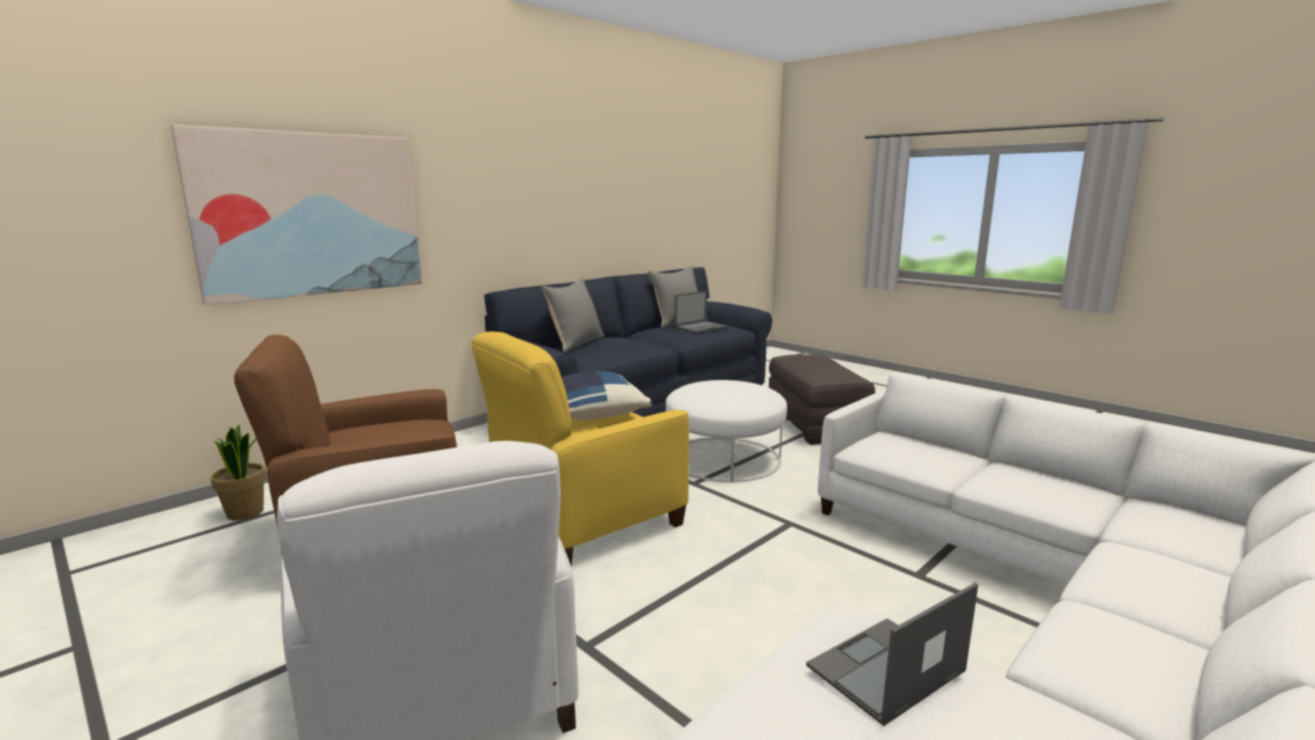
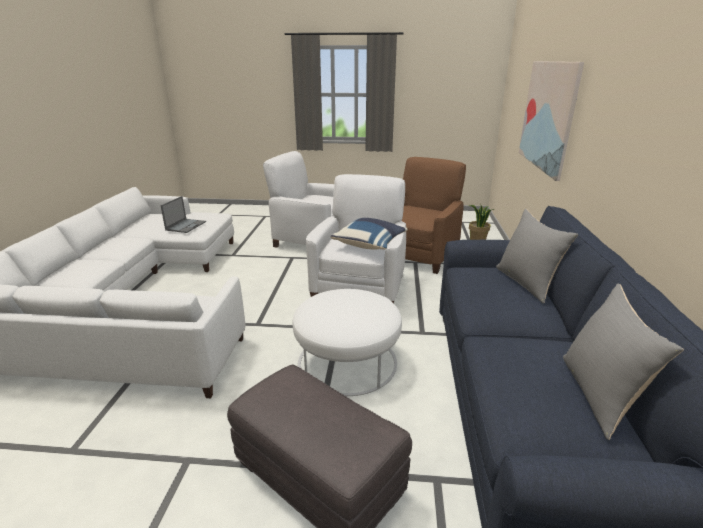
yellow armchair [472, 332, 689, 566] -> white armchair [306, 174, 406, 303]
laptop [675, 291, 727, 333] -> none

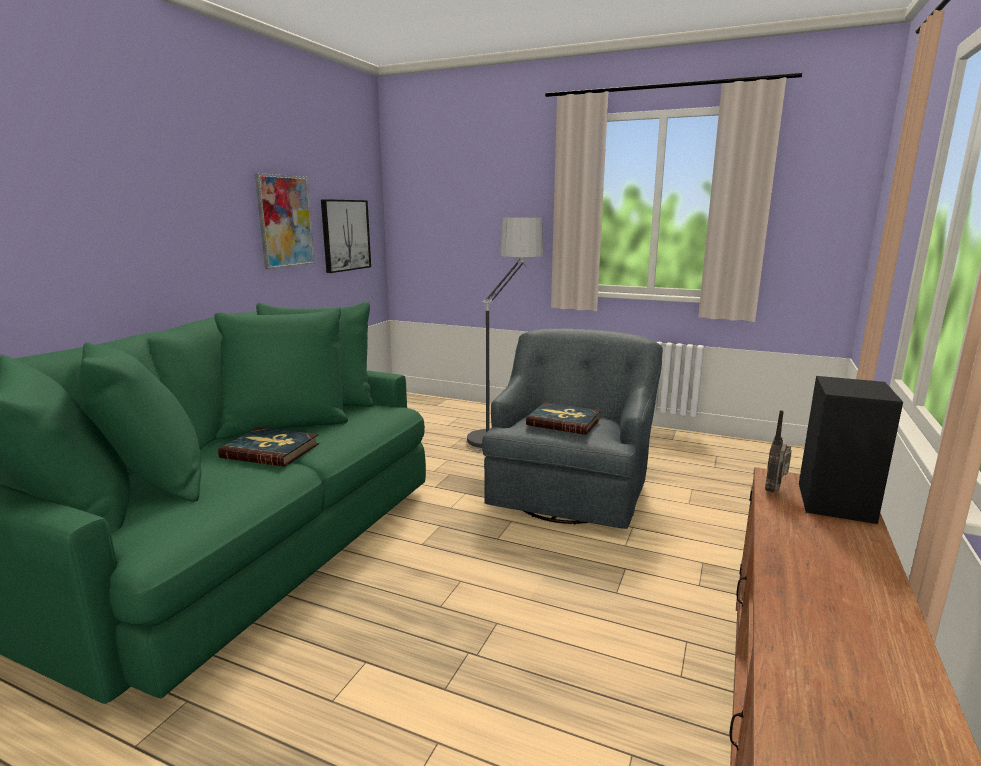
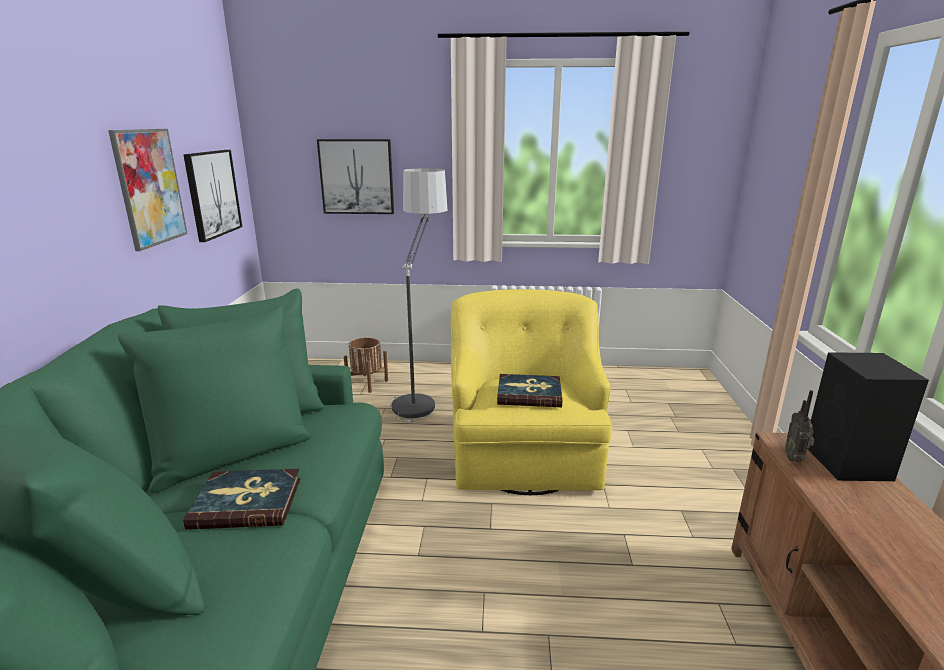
grey armchair [482, 329, 663, 529] -> yellow armchair [451, 289, 612, 495]
none -> picture [317, 139, 394, 214]
none -> brown planter [344, 337, 388, 393]

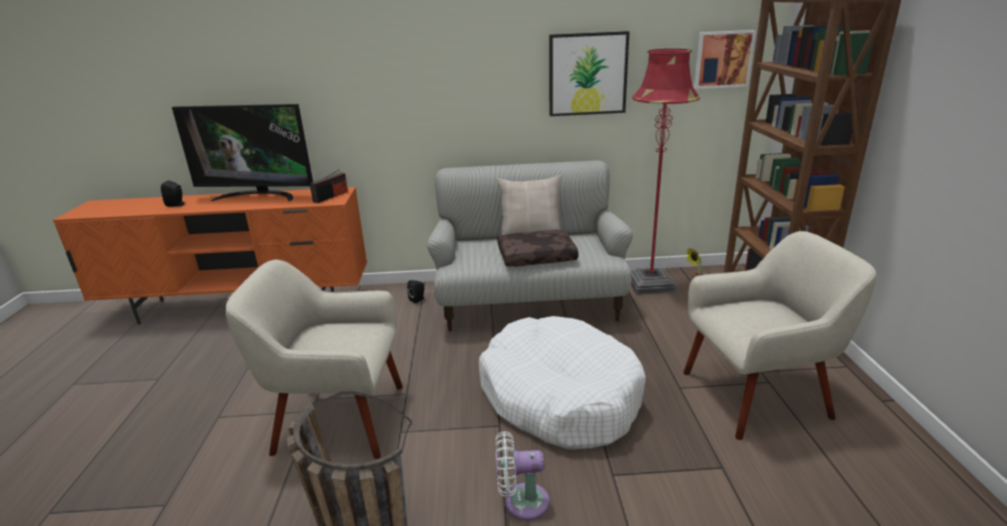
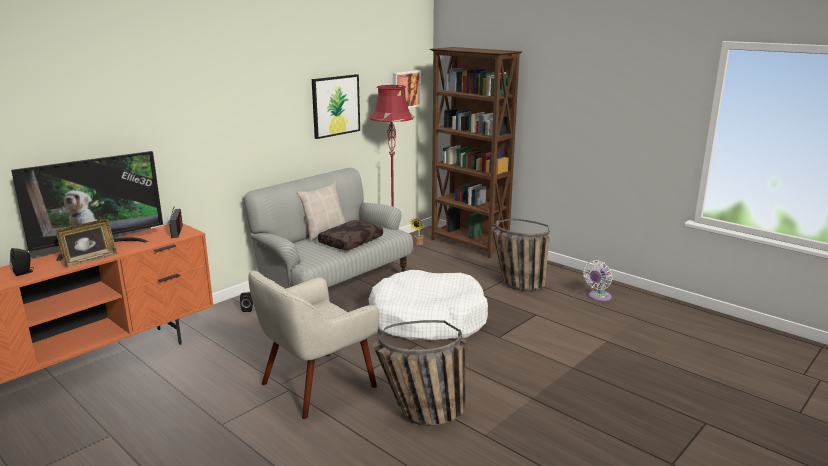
white fan [495, 431, 550, 520] -> white fan [583, 260, 613, 302], shifted
beige armchair [683, 231, 876, 440] -> basket [491, 219, 550, 291]
none -> picture frame [56, 219, 118, 267]

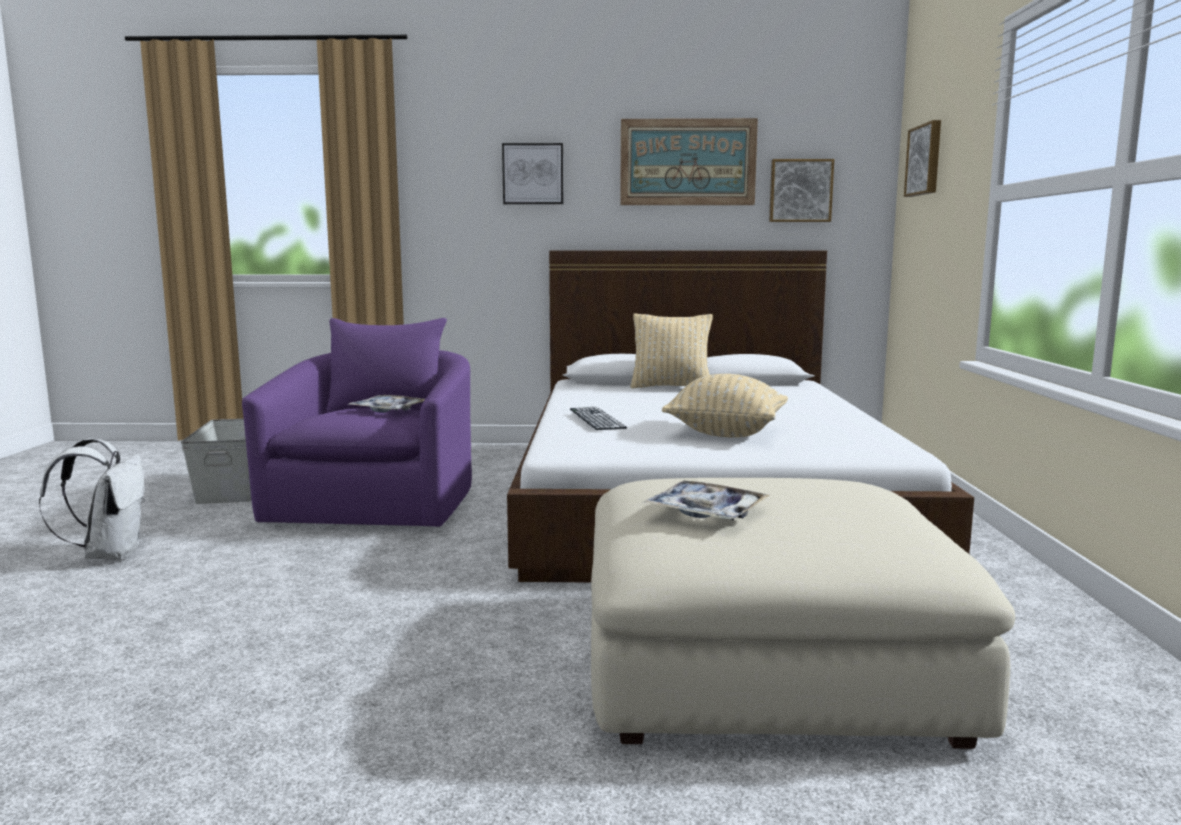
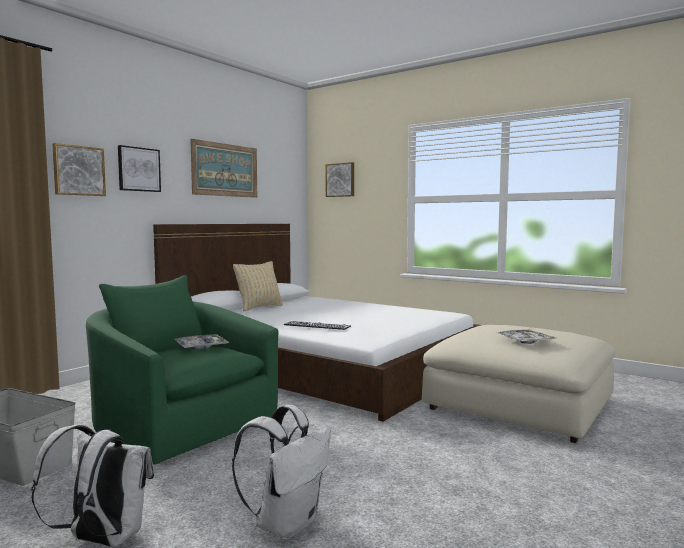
purple armchair [242, 318, 472, 527] -> green armchair [86, 275, 278, 464]
beige pillow [662, 374, 788, 438] -> none
picture [769, 159, 834, 222] -> picture [52, 143, 106, 196], shifted
none -> white backpack [232, 405, 331, 540]

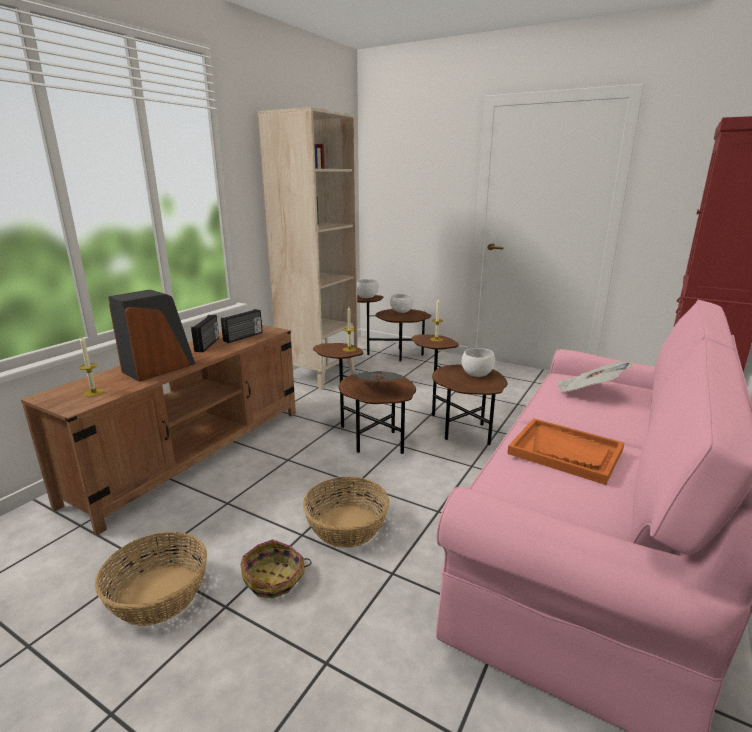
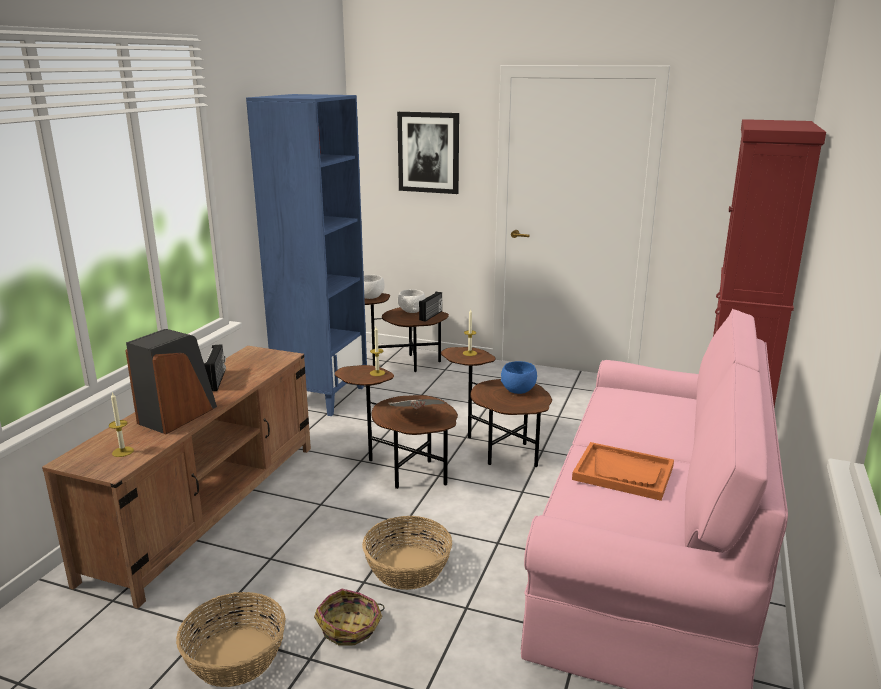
radio [221, 309, 263, 343] -> radio [419, 292, 443, 322], shifted
beige bookcase [258, 107, 358, 390] -> blue bookcase [246, 94, 367, 416]
white bowl [462, 348, 495, 377] -> blue bowl [501, 361, 537, 394]
newspaper [557, 361, 632, 393] -> none
none -> picture [397, 112, 459, 194]

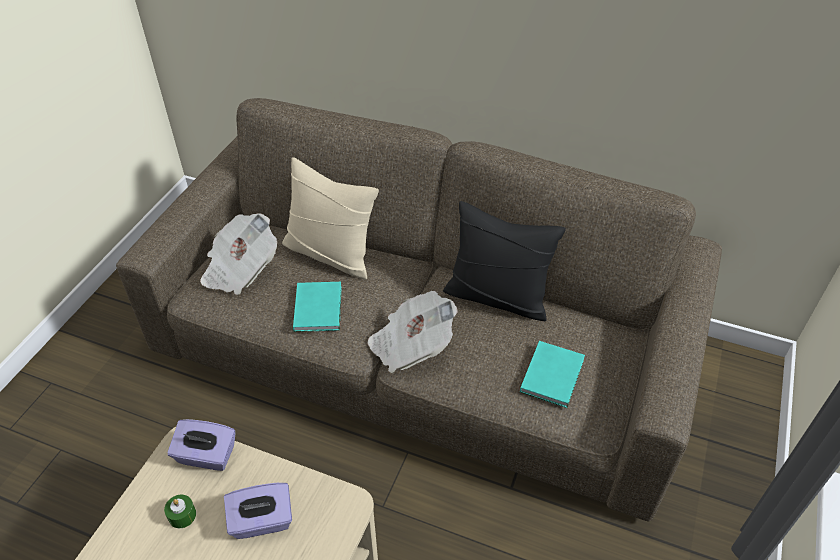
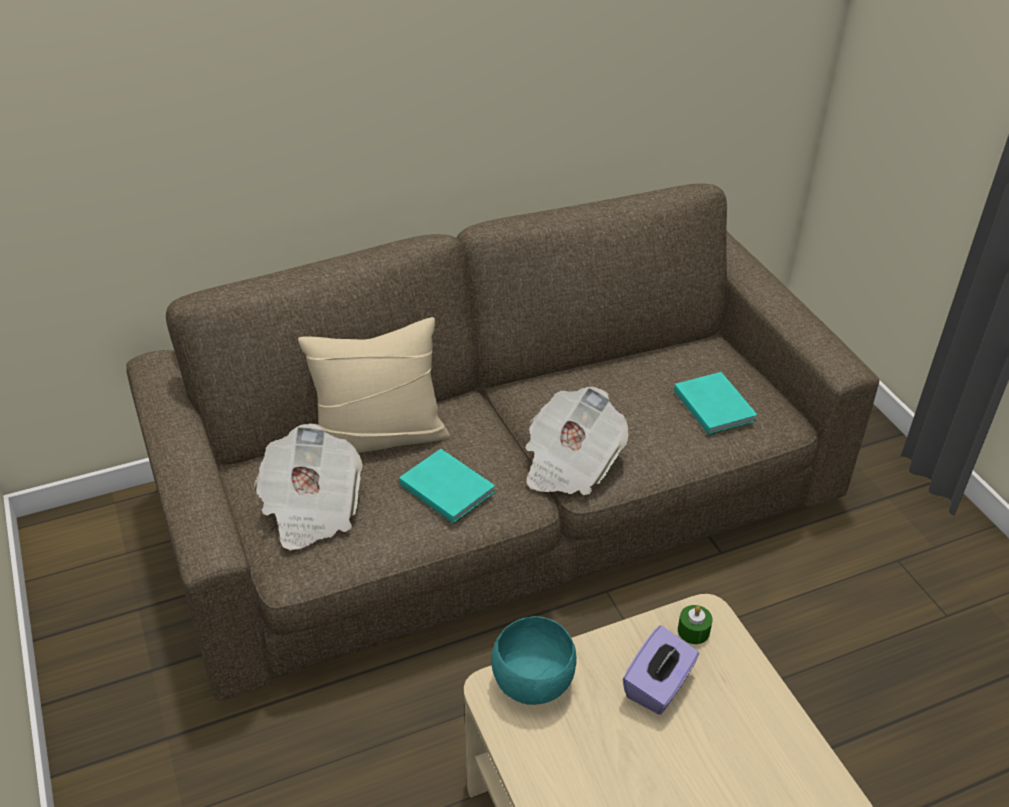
green candle [164, 494, 196, 528] -> green candle [678, 605, 713, 644], shifted
purple tissue box [167, 419, 236, 471] -> turquoise bowl [491, 616, 576, 705]
black pillow [443, 201, 566, 321] -> none

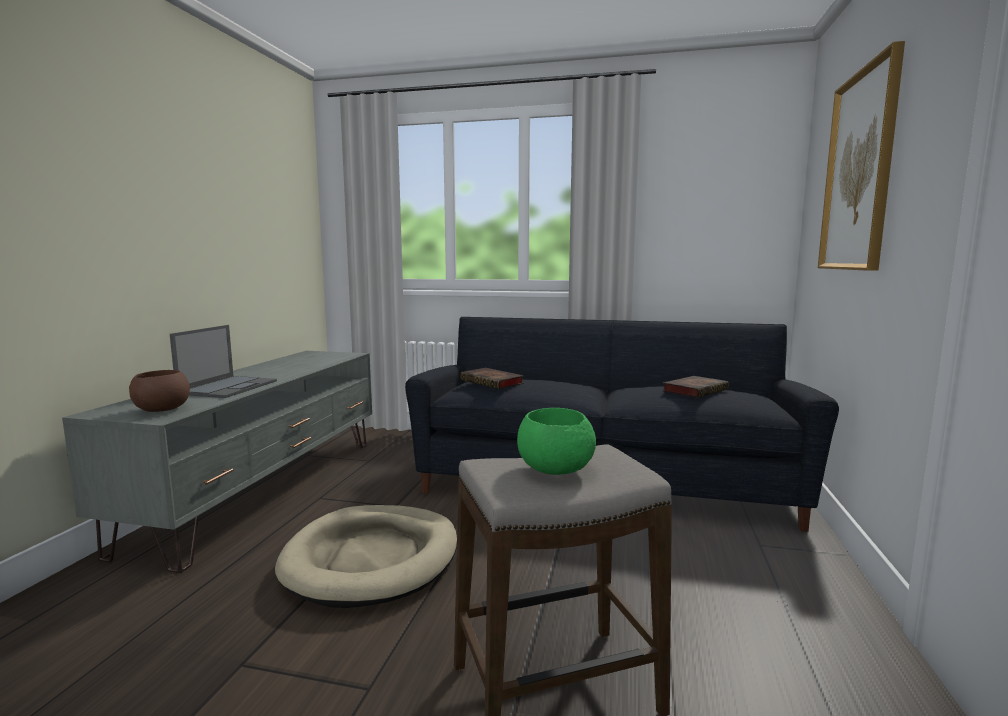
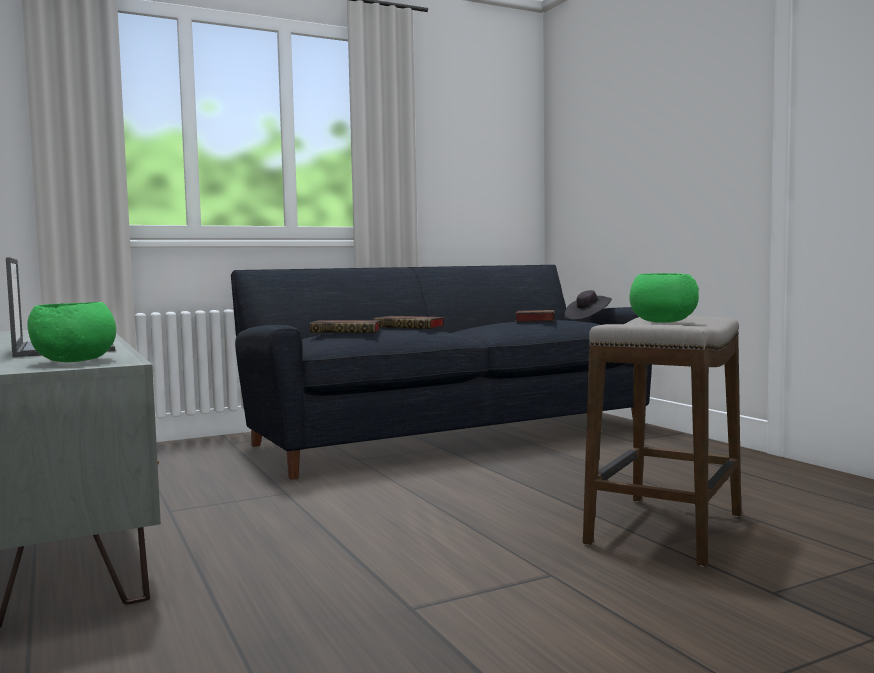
brown bowl [129, 370, 190, 412] -> green bowl [27, 302, 116, 362]
beige dog bed [275, 505, 457, 608] -> none
picture [818, 41, 905, 271] -> none
none -> book [373, 316, 446, 329]
none -> black hat [564, 290, 612, 320]

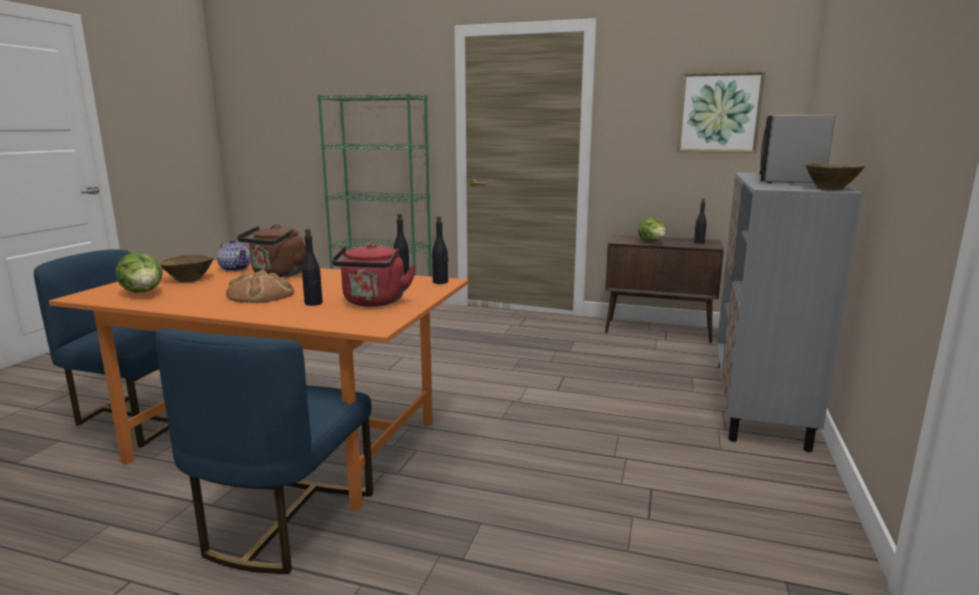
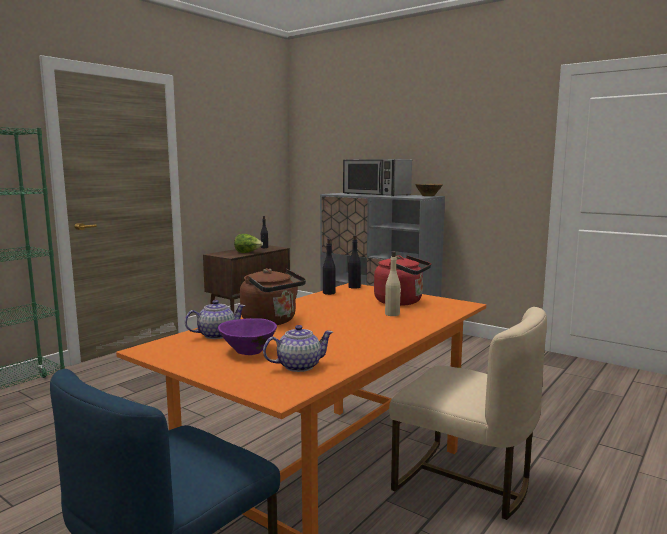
lettuce [116, 252, 163, 293] -> teapot [263, 325, 333, 372]
blue chair [156, 328, 373, 574] -> beige chair [389, 307, 547, 520]
brown bowl [159, 254, 214, 282] -> purple bowl [218, 318, 277, 355]
bread [226, 270, 294, 303] -> none
black bottle [302, 229, 323, 306] -> beige bottle [385, 251, 401, 316]
picture [677, 72, 765, 153] -> none

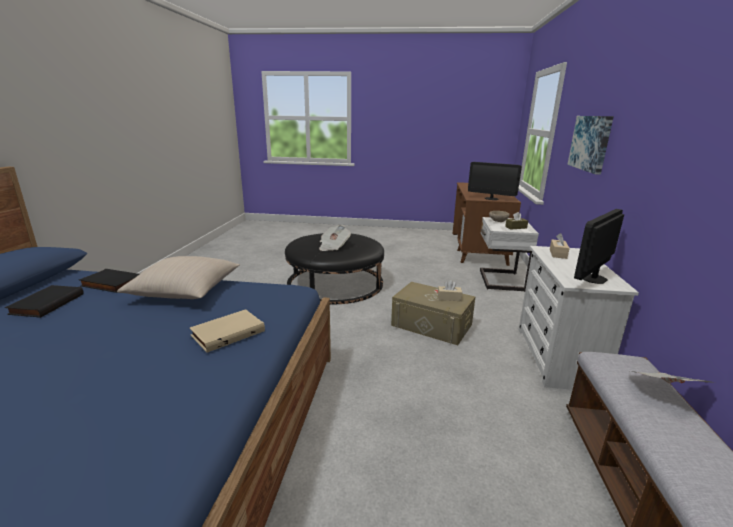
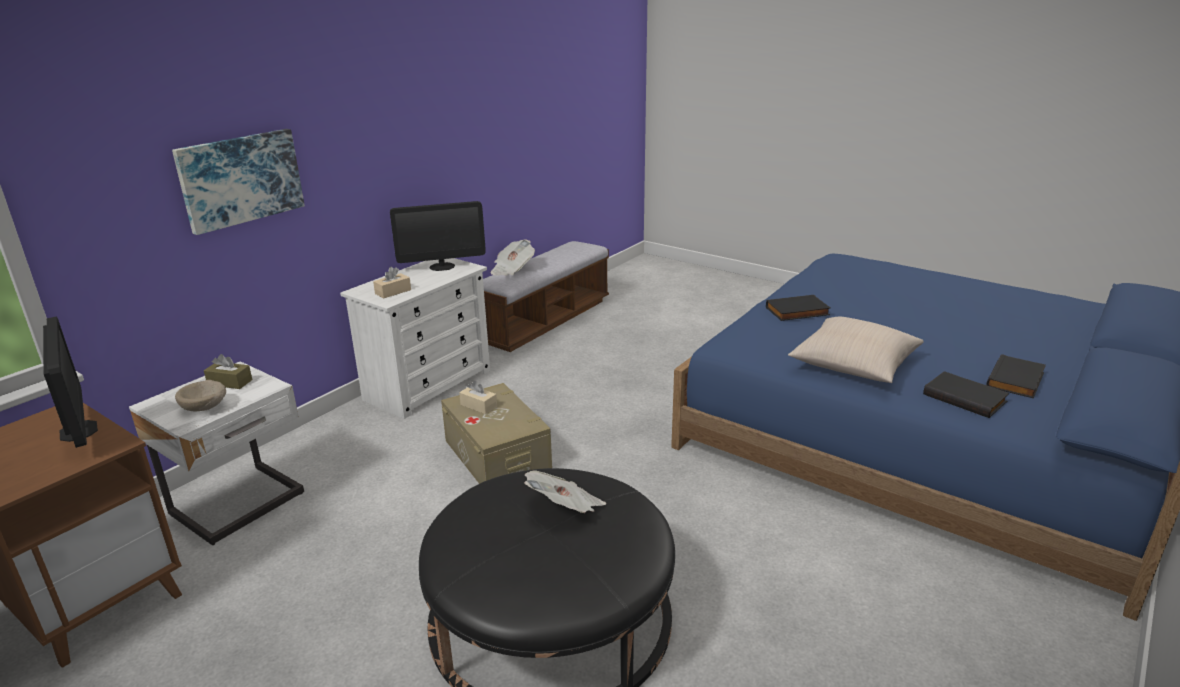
beige book [190, 309, 265, 353] -> black book [766, 295, 830, 321]

